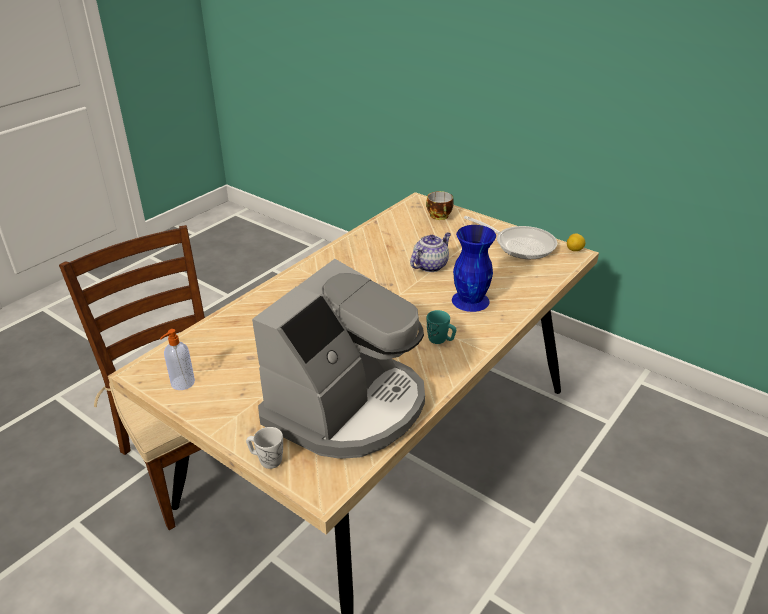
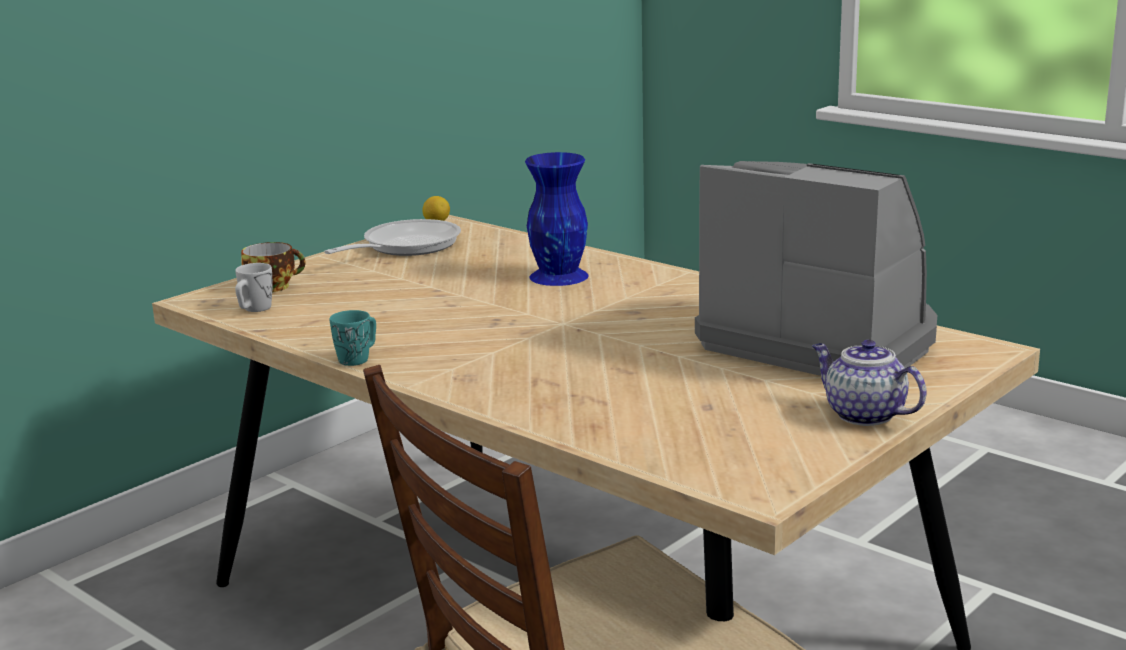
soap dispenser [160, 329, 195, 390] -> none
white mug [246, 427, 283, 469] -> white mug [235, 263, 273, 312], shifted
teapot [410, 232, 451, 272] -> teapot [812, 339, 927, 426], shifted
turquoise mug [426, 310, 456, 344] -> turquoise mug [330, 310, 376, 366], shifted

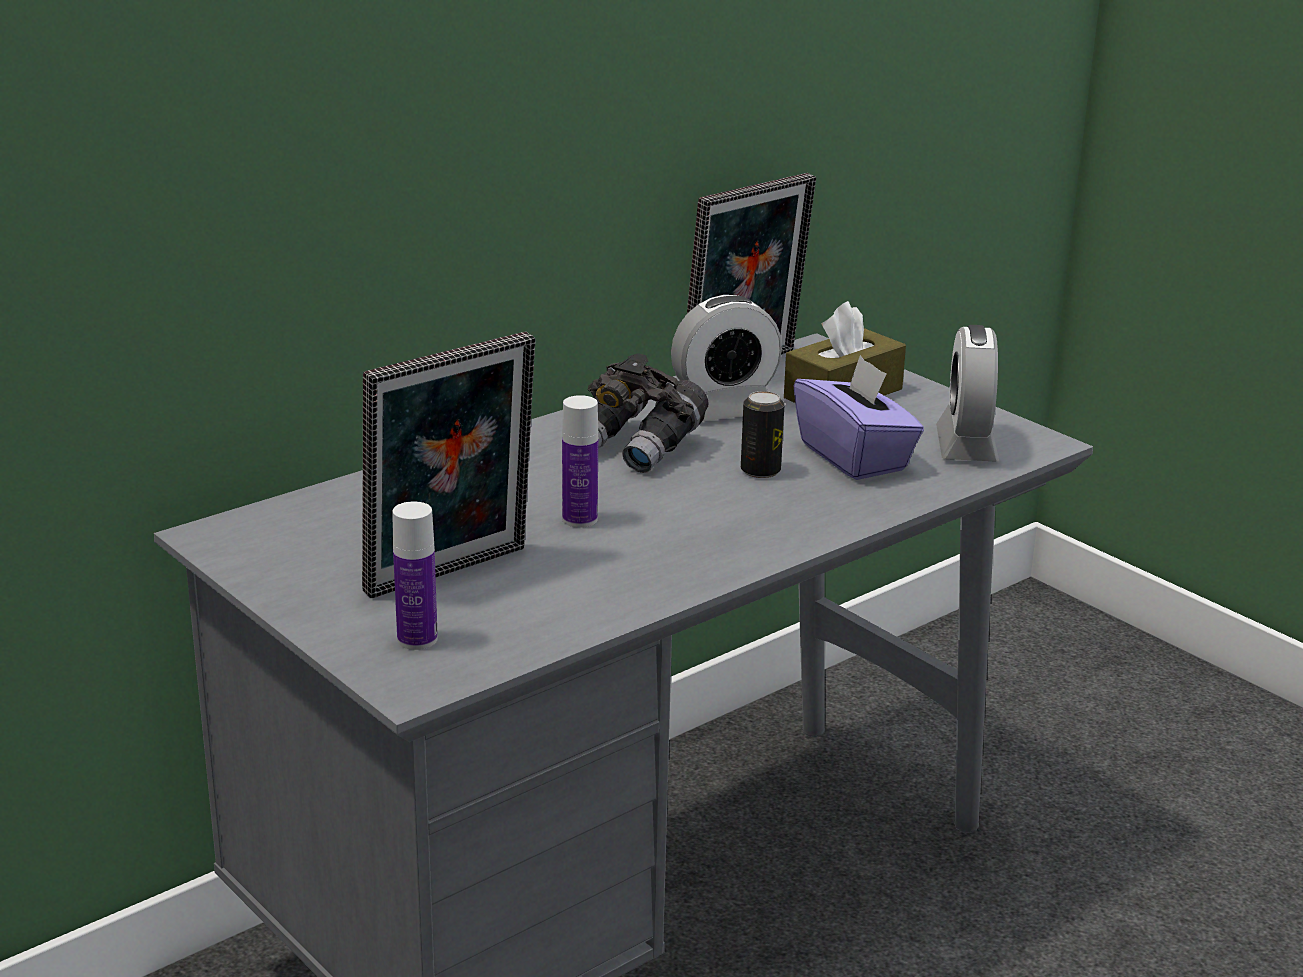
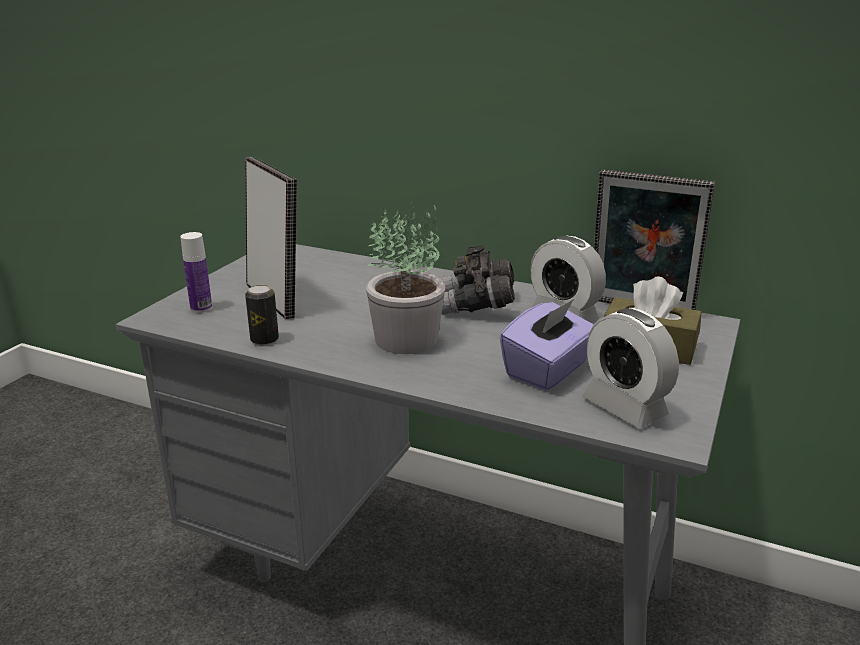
picture frame [362, 332, 535, 598] -> picture frame [245, 157, 297, 319], 150 degrees counterclockwise
bottle [562, 395, 598, 528] -> none
can [741, 391, 784, 478] -> can [245, 285, 279, 345], shifted
alarm clock [936, 325, 999, 462] -> alarm clock [583, 308, 679, 428], 105 degrees counterclockwise
none -> potted plant [366, 202, 445, 354]

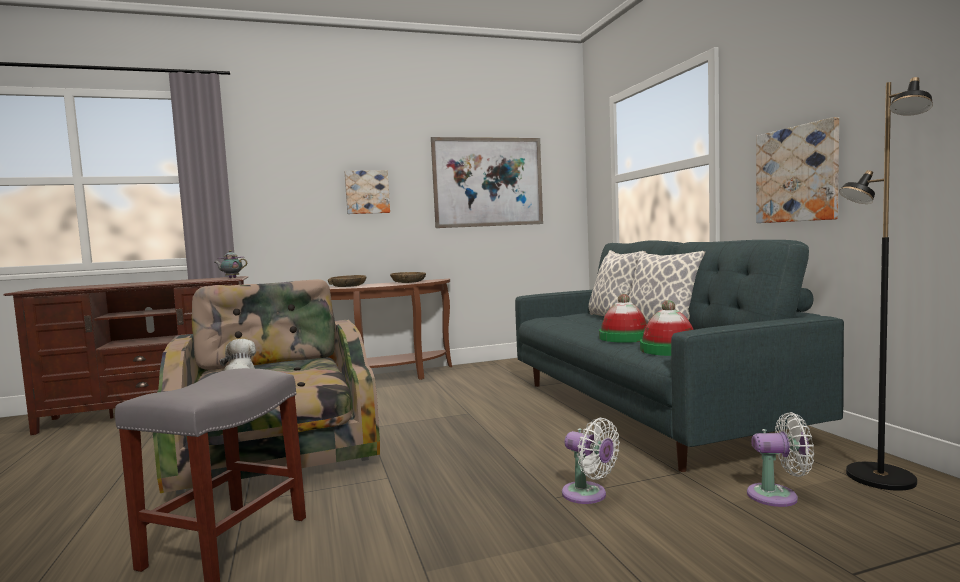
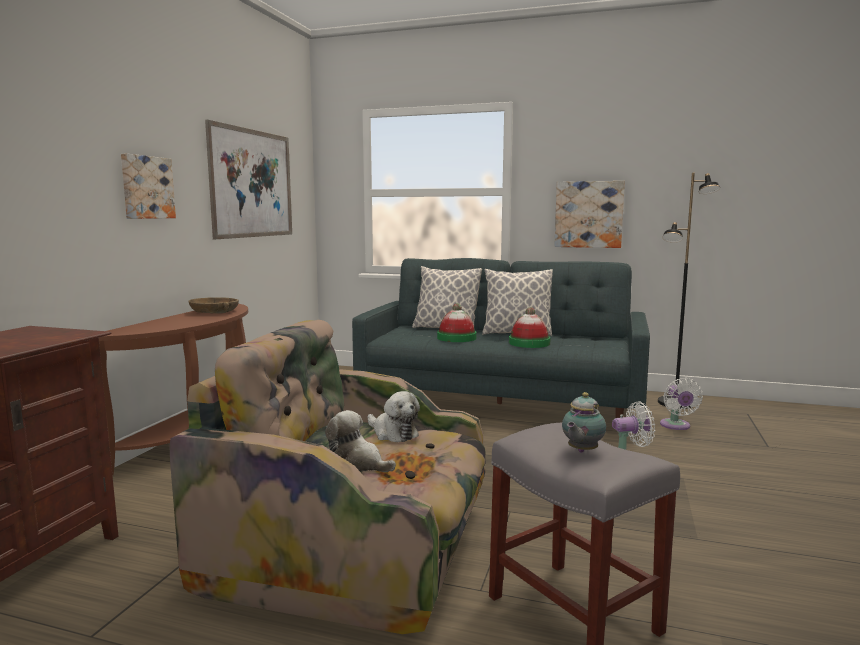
teapot [214, 250, 247, 278] -> teapot [562, 392, 606, 453], shifted
brown bowl [328, 275, 366, 287] -> none
hat [640, 300, 693, 356] -> hat [437, 303, 477, 342], shifted
white fan [747, 412, 814, 507] -> white fan [660, 378, 703, 430], 135 degrees clockwise
none -> plush toy [367, 391, 420, 442]

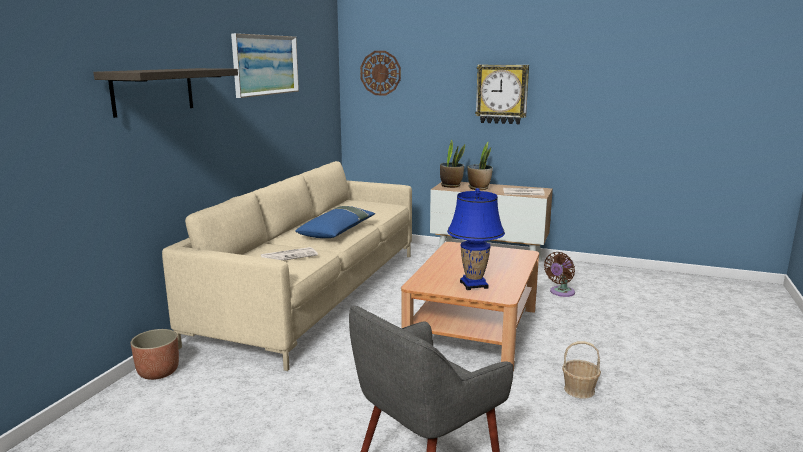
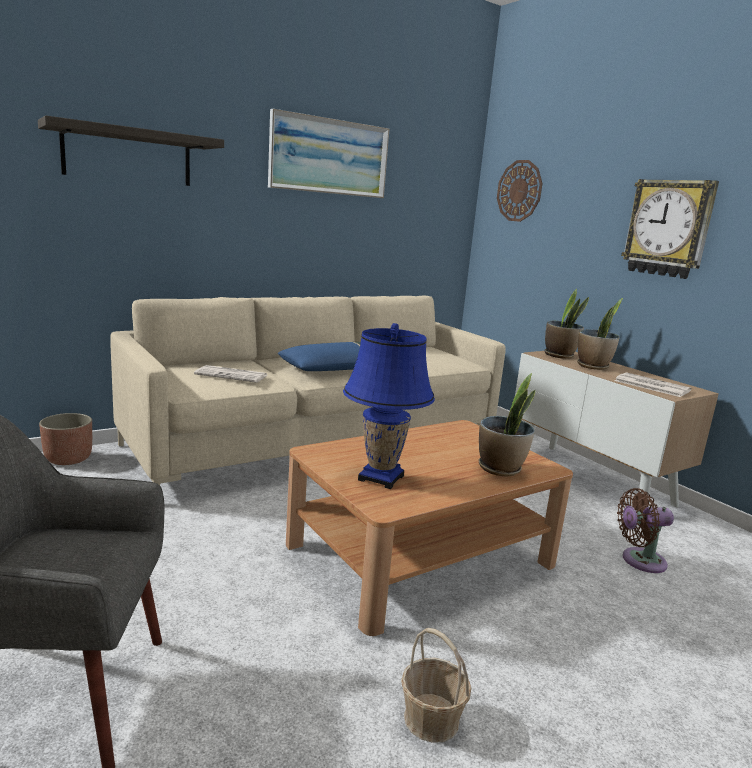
none -> potted plant [479, 373, 536, 477]

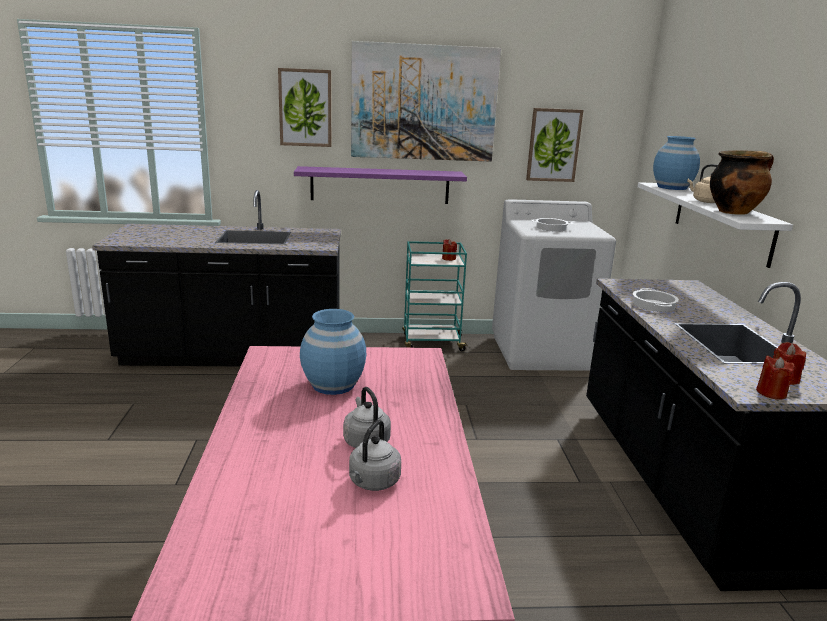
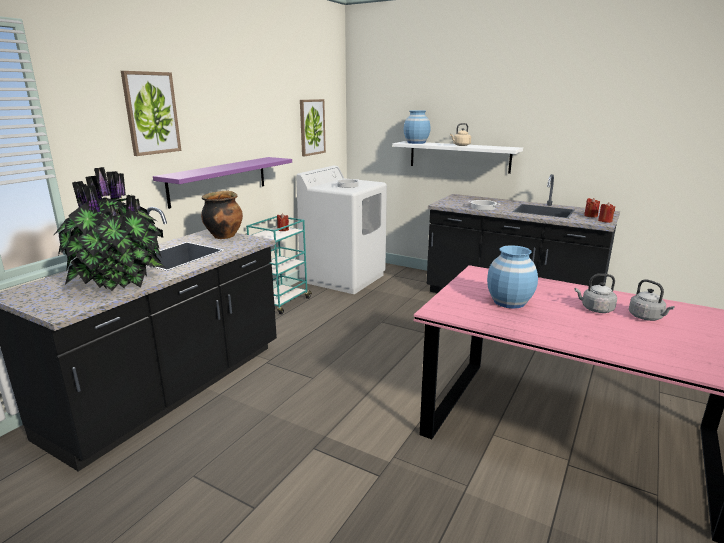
picture [351, 41, 501, 162] -> none
cooking pot [710, 150, 774, 215] -> cooking pot [201, 190, 243, 239], shifted
none -> potted plant [54, 167, 166, 291]

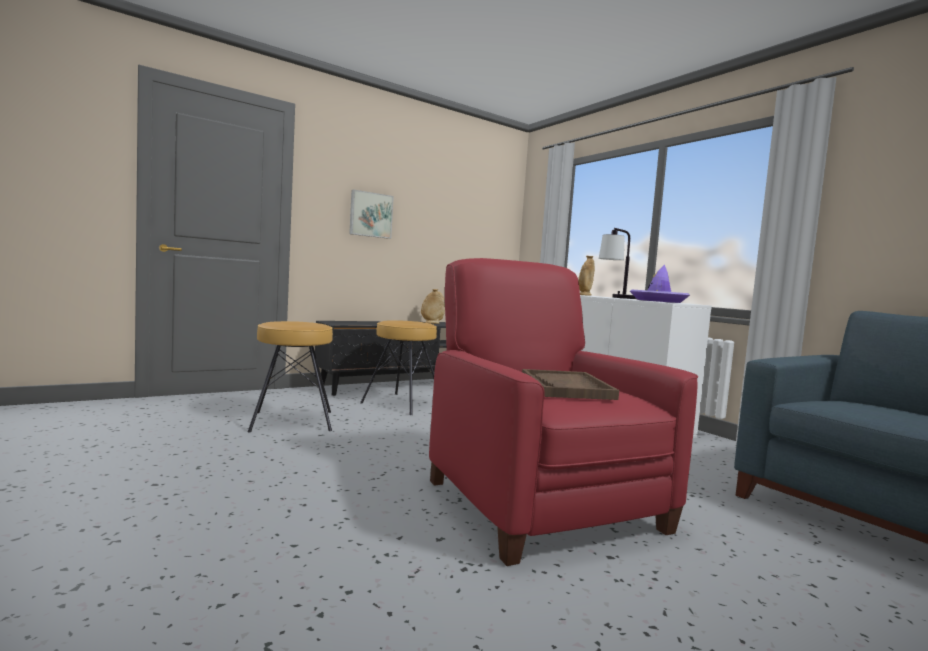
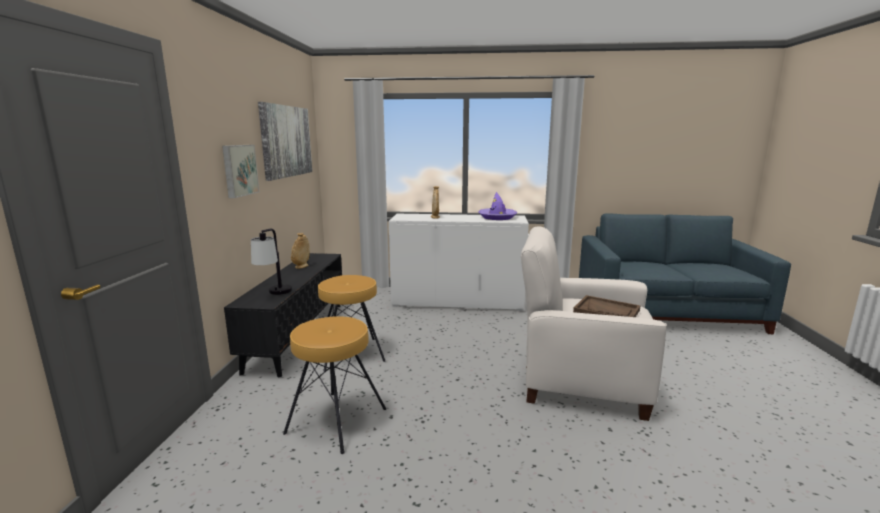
red armchair [429, 258, 698, 566] -> white armchair [521, 227, 667, 421]
table lamp [599, 228, 636, 299] -> table lamp [251, 229, 292, 295], shifted
none -> picture [258, 102, 312, 181]

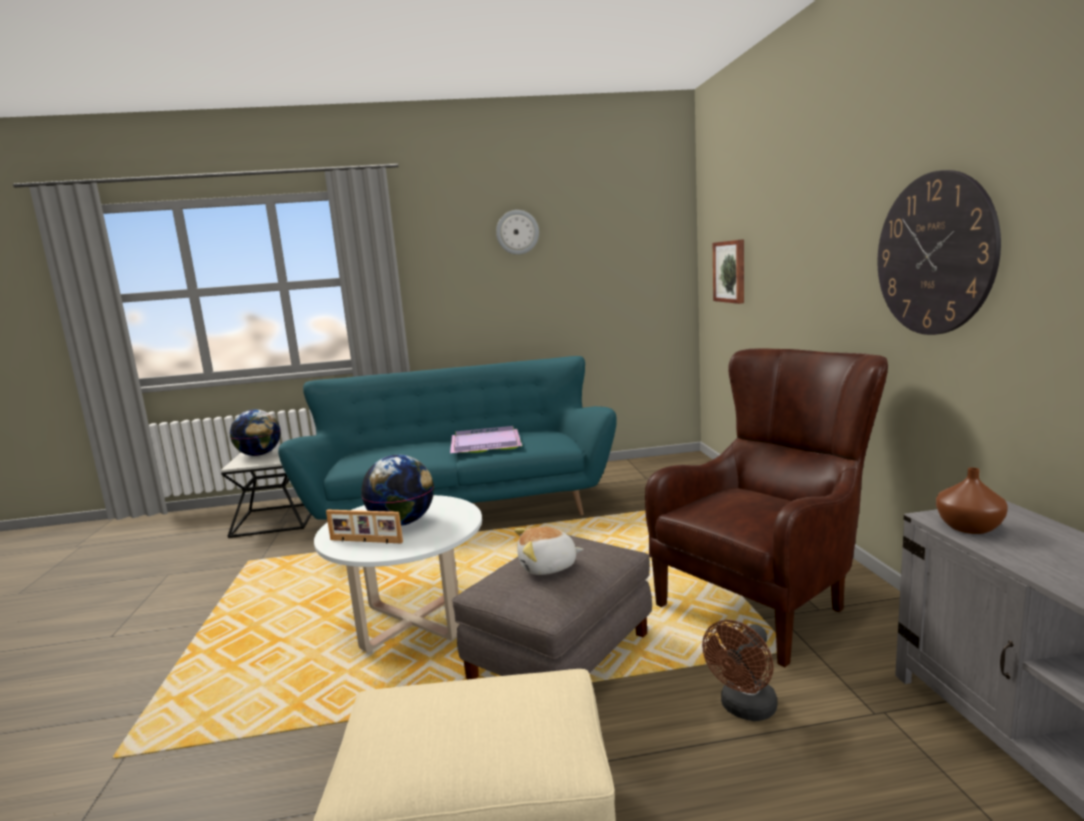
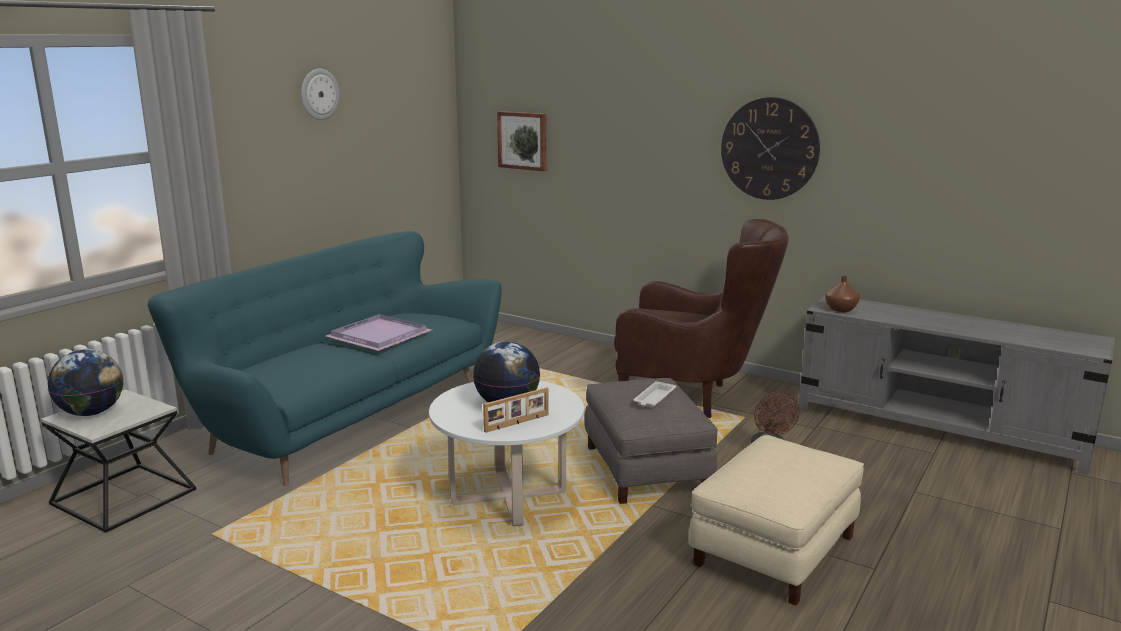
plush toy [514, 527, 583, 575] -> white tray [633, 381, 676, 408]
brown armchair [645, 348, 888, 667] -> brown armchair [614, 219, 788, 418], 105 degrees clockwise

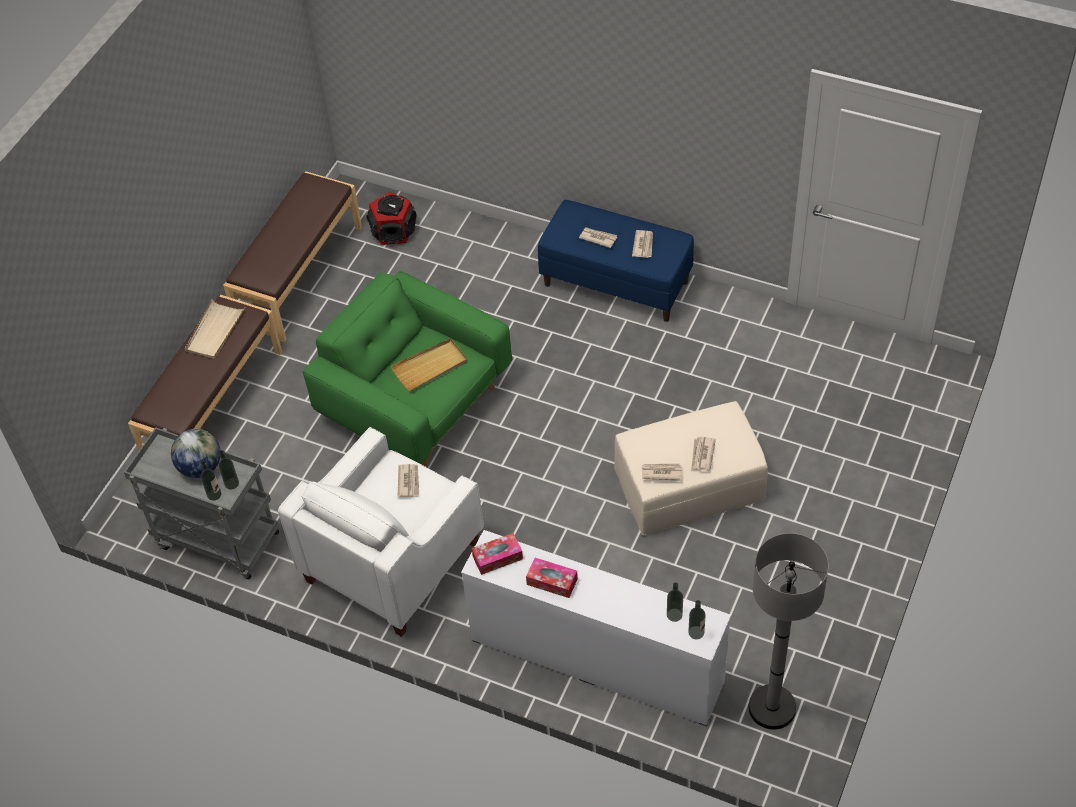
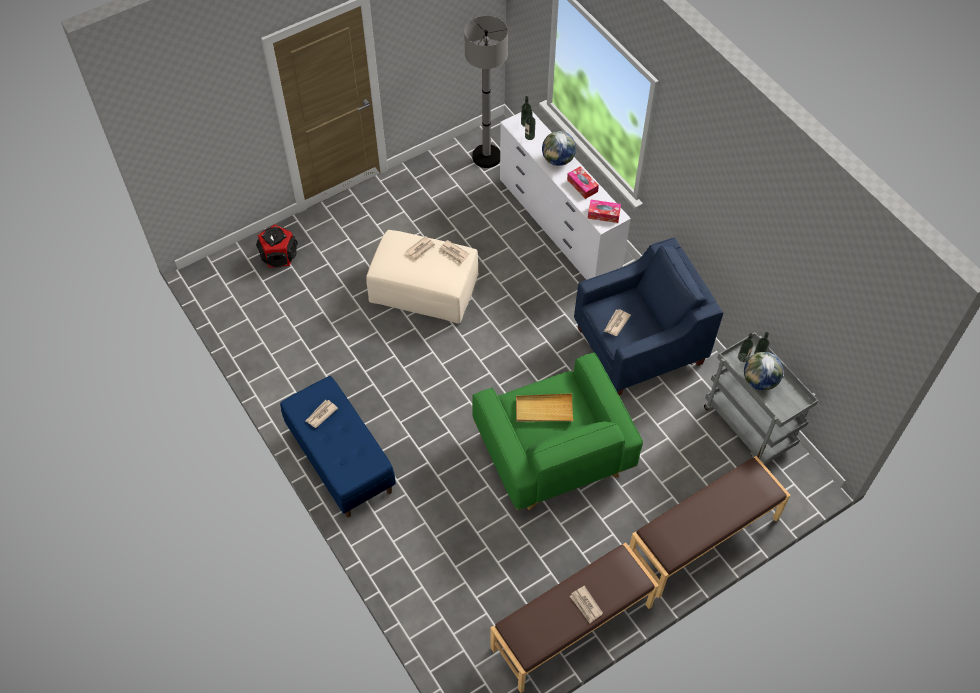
beige tray [185, 300, 245, 359] -> none
white armchair [278, 427, 484, 637] -> blue armchair [574, 238, 723, 395]
speaker [367, 192, 417, 245] -> speaker [256, 224, 298, 268], shifted
newspaper [579, 227, 617, 248] -> newspaper [570, 586, 603, 623], shifted
none -> globe [542, 131, 576, 166]

